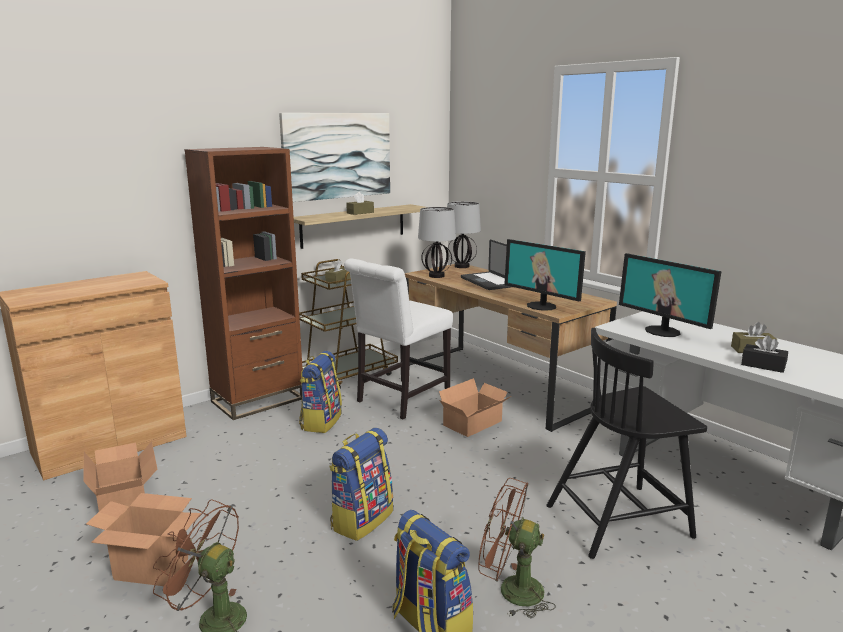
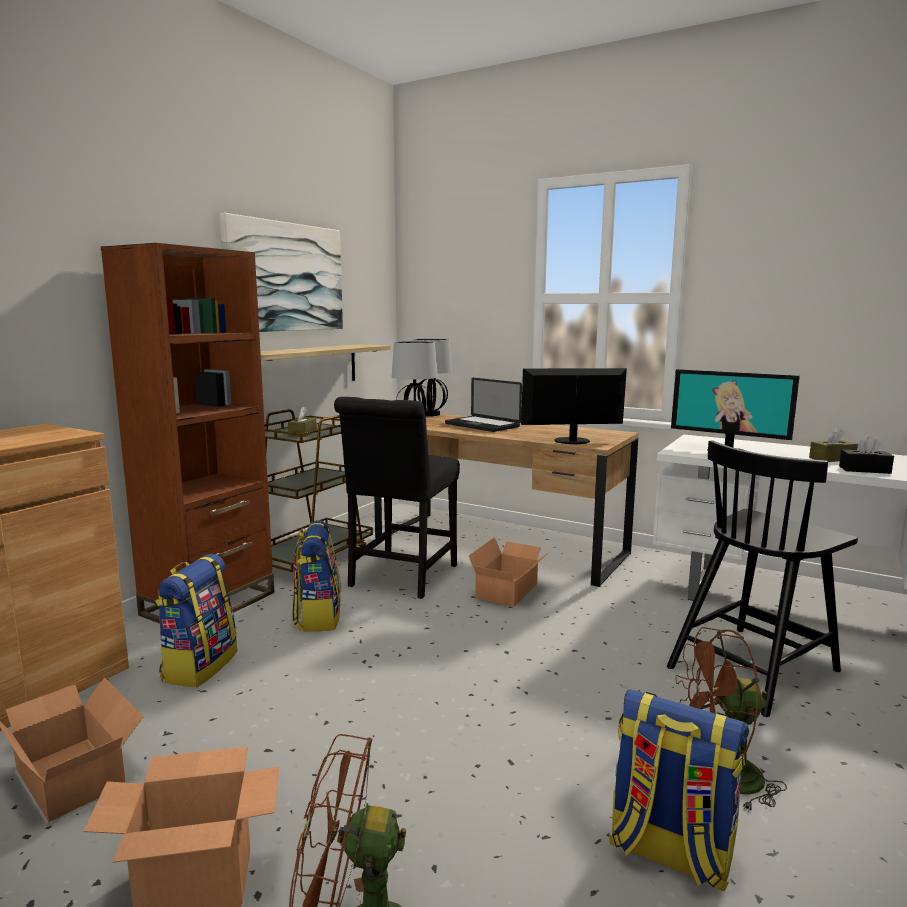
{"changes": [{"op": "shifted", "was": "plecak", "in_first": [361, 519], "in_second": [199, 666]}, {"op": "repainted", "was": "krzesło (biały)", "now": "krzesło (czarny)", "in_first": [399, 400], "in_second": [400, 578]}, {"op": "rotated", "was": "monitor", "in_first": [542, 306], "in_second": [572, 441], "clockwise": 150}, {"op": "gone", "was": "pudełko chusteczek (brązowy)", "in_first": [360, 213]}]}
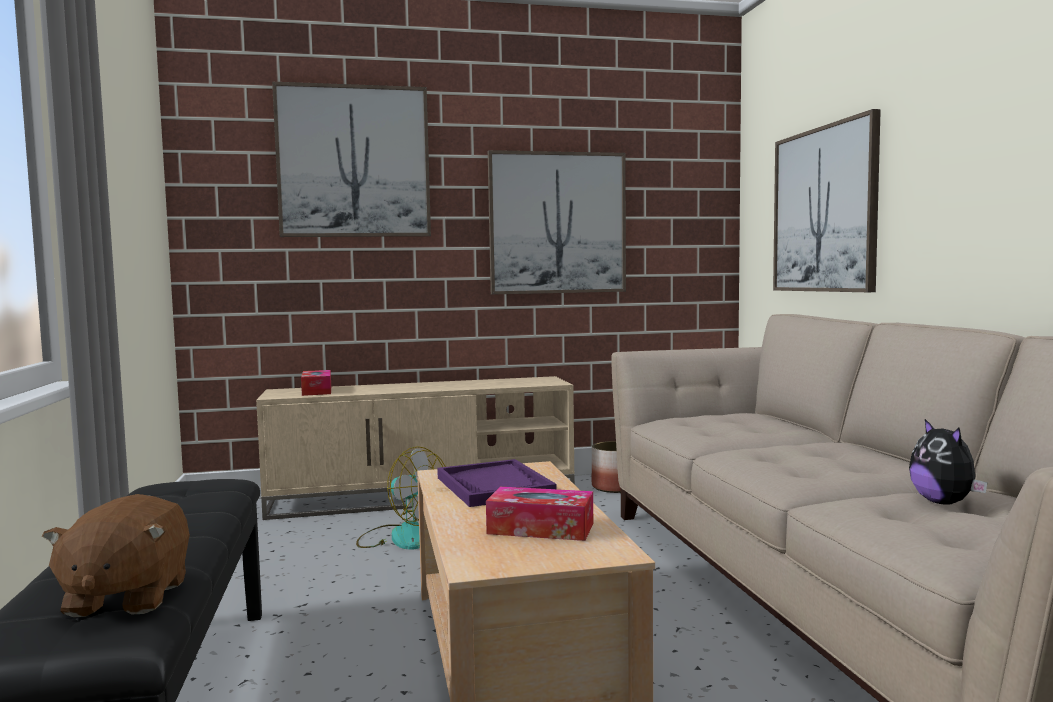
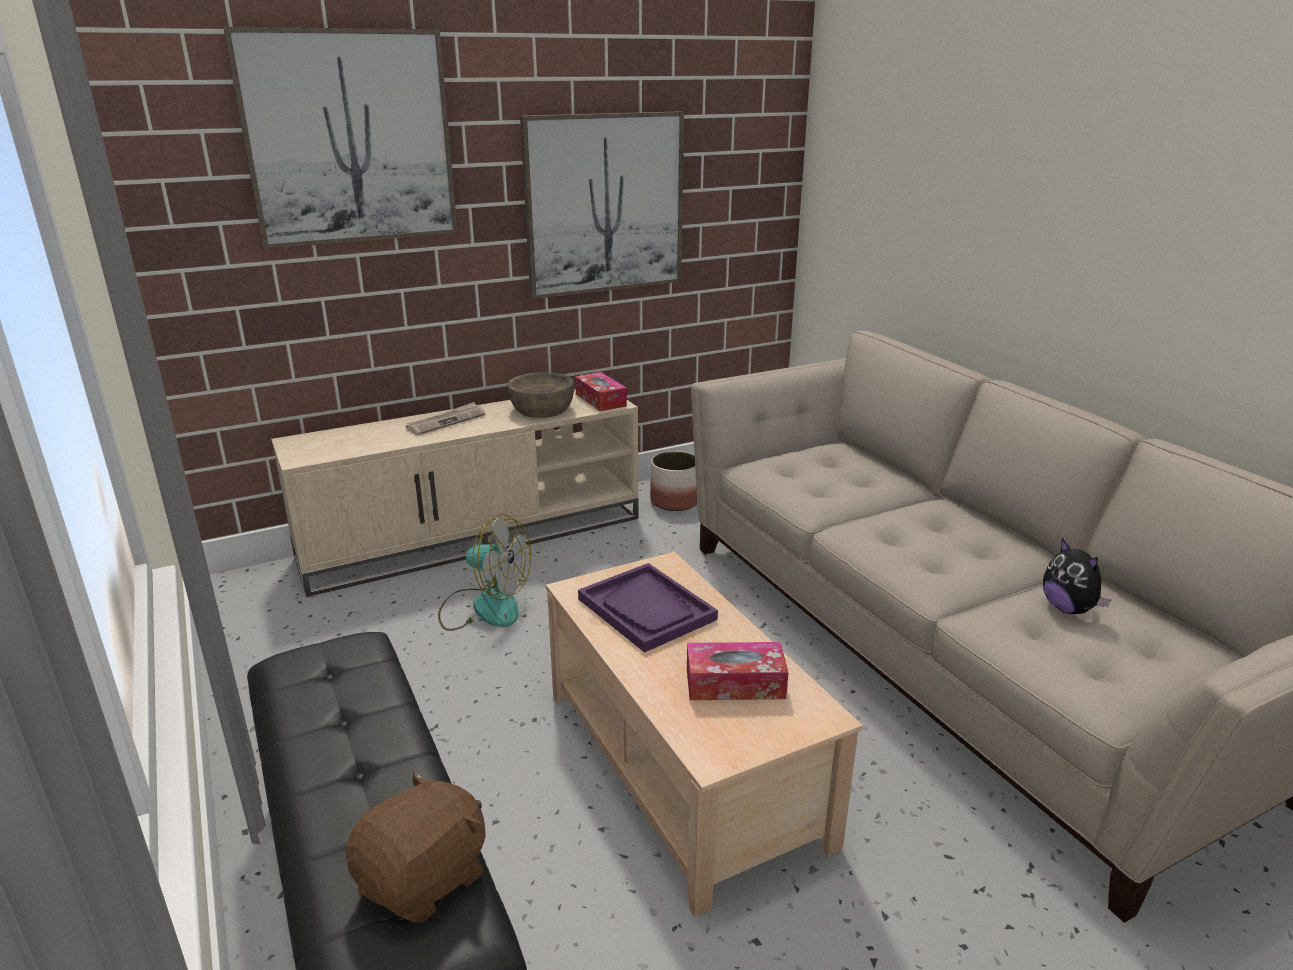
{"changes": [{"op": "rotated", "was": "pluszak (brązowy)", "in_first": [126, 598], "in_second": [425, 879], "clockwise": -120}, {"op": "new", "now": "gazeta", "in_second": [446, 421]}, {"op": "new", "now": "miska (brązowy)", "in_second": [542, 409]}, {"op": "shifted", "was": "pudełko chusteczek", "in_first": [317, 391], "in_second": [600, 400]}, {"op": "gone", "was": "obraz", "in_first": [824, 210]}]}
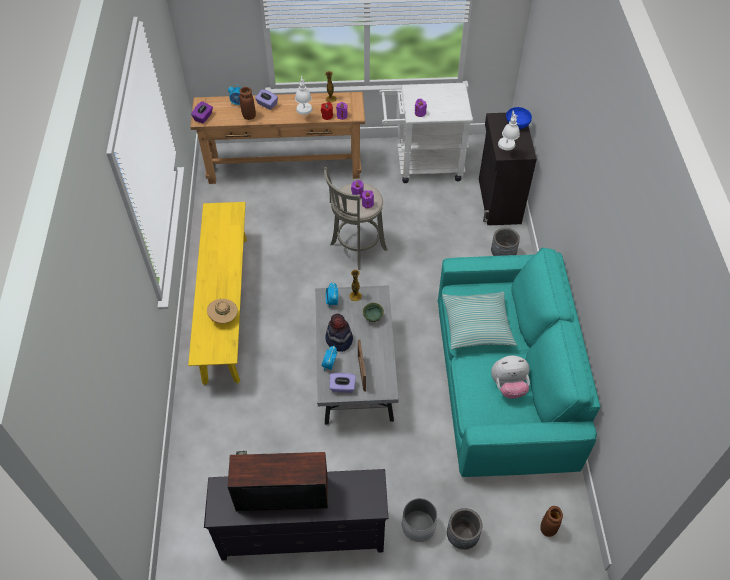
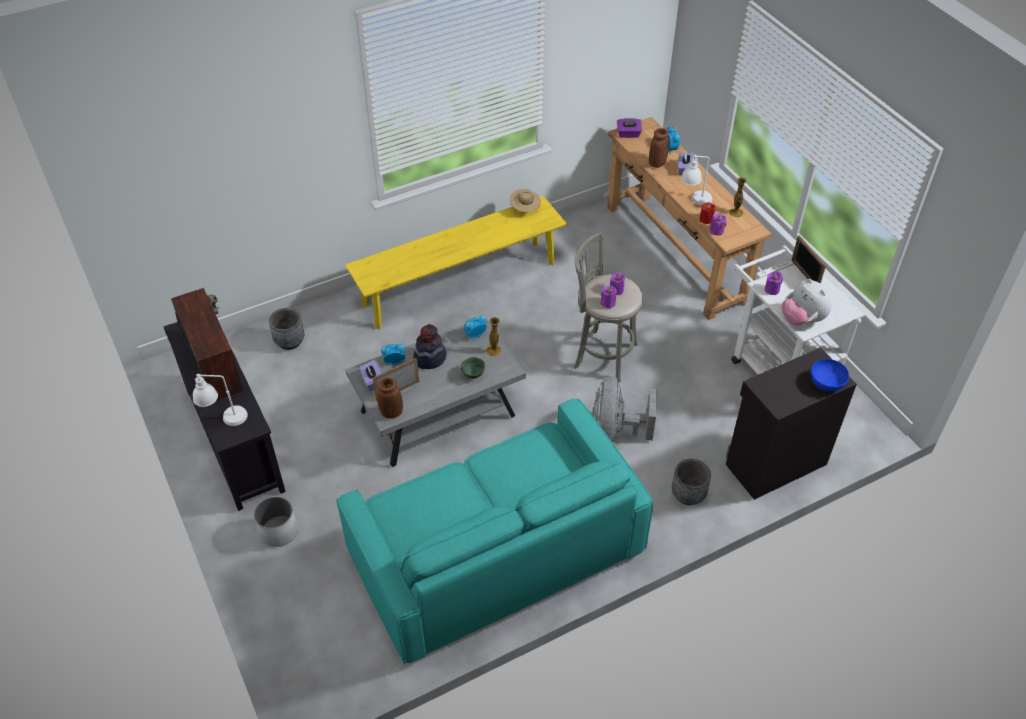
{"changes": [{"op": "shifted", "was": "lampa stołowa (biały)", "in_first": [507, 149], "in_second": [224, 419]}, {"op": "shifted", "was": "donica (szary)", "in_first": [462, 536], "in_second": [290, 342]}, {"op": "shifted", "was": "wazon (brązowy)", "in_first": [548, 528], "in_second": [391, 412]}, {"op": "shifted", "was": "kapelusz (beżowy)", "in_first": [224, 317], "in_second": [525, 210]}, {"op": "new", "now": "wentylator (szary)", "in_second": [615, 434]}, {"op": "shifted", "was": "pluszak", "in_first": [508, 386], "in_second": [802, 319]}, {"op": "new", "now": "ramka na zdjęcie", "in_second": [804, 274]}, {"op": "gone", "was": "poduszka", "in_first": [477, 325]}]}
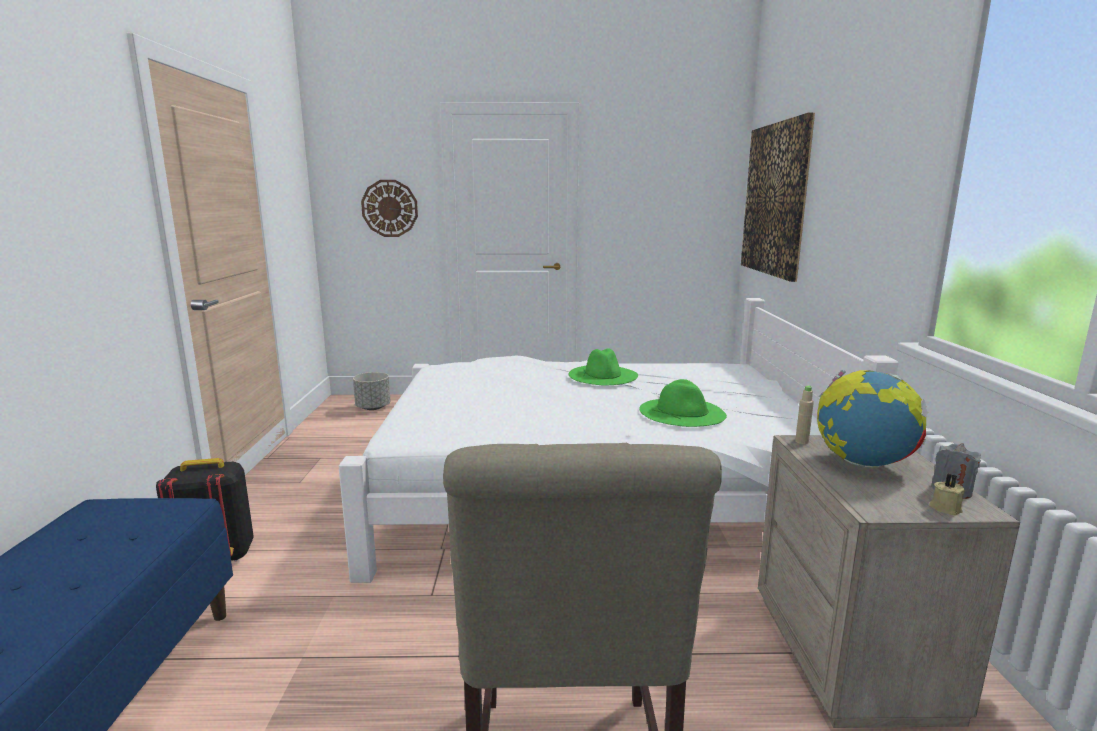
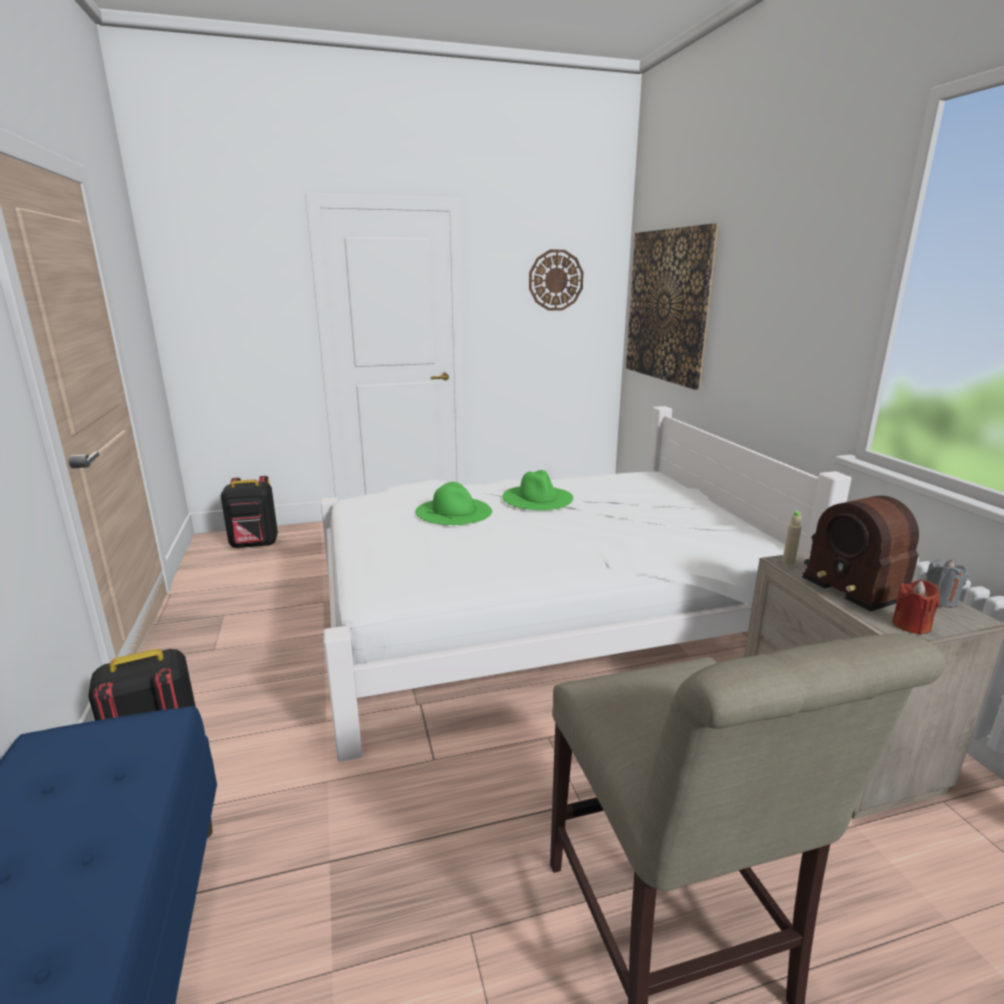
{"changes": [{"op": "swapped", "was": "donica (szary)", "now": "plecak (czarny)", "in_first": [373, 407], "in_second": [255, 545]}, {"op": "shifted", "was": "kapelusz (zielony)", "in_first": [682, 412], "in_second": [454, 511]}, {"op": "shifted", "was": "zegar ścienny", "in_first": [389, 208], "in_second": [555, 280]}, {"op": "swapped", "was": "globus", "now": "radio", "in_first": [863, 463], "in_second": [854, 580]}, {"op": "new", "now": "świeca (czerwony)", "in_second": [911, 625]}, {"op": "gone", "was": "świeca (beżowy)", "in_first": [945, 508]}]}
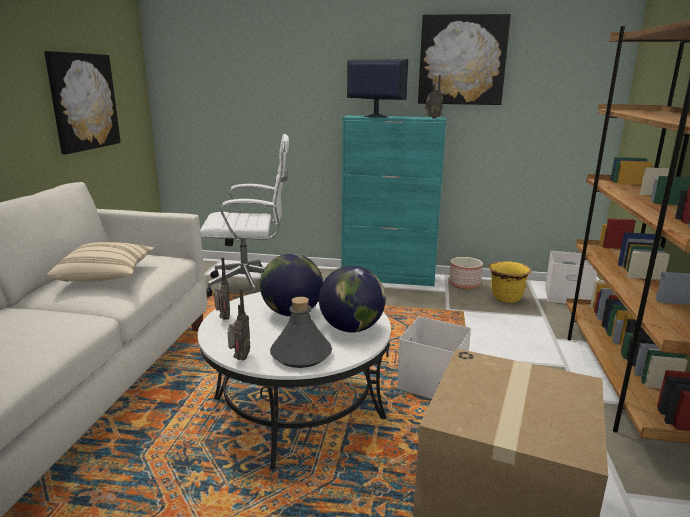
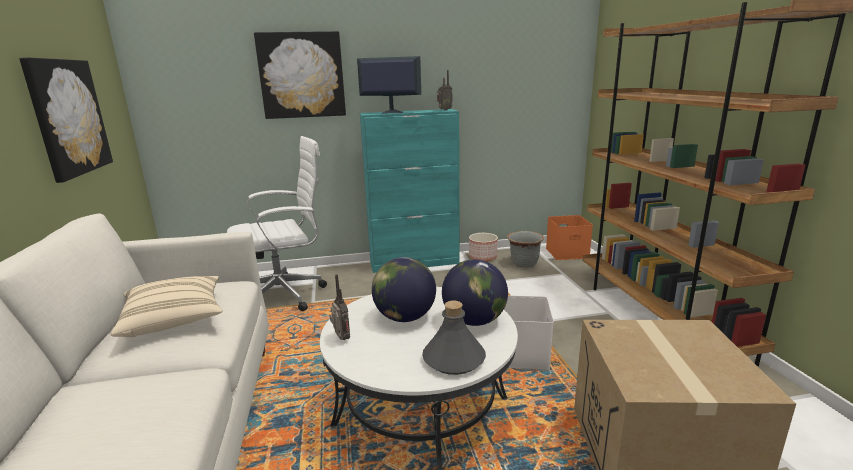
{"changes": [{"op": "shifted", "was": "obraz", "in_first": [462, 60], "in_second": [302, 75]}, {"op": "repainted", "was": "donica (żółty)", "now": "donica (szary)", "in_first": [506, 298], "in_second": [524, 263]}, {"op": "repainted", "was": "pojemnik do przechowywania (biały)", "now": "pojemnik do przechowywania (pomarańczowy)", "in_first": [568, 295], "in_second": [567, 252]}, {"op": "gone", "was": "radio", "in_first": [239, 359]}]}
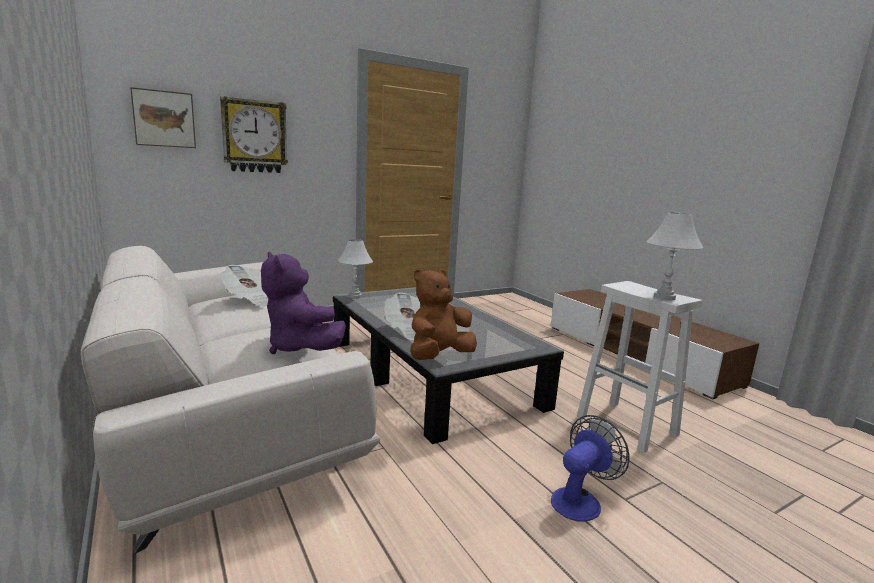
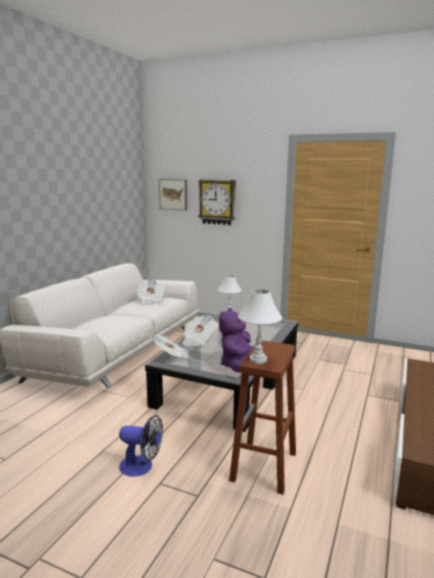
{"changes": [{"op": "swapped", "was": "pluszak (brązowy)", "now": "gazeta", "in_first": [439, 356], "in_second": [171, 357]}, {"op": "shifted", "was": "pluszak (fioletowy)", "in_first": [300, 348], "in_second": [238, 366]}, {"op": "repainted", "was": "stołek (biały)", "now": "stołek (brązowy)", "in_first": [628, 426], "in_second": [264, 467]}]}
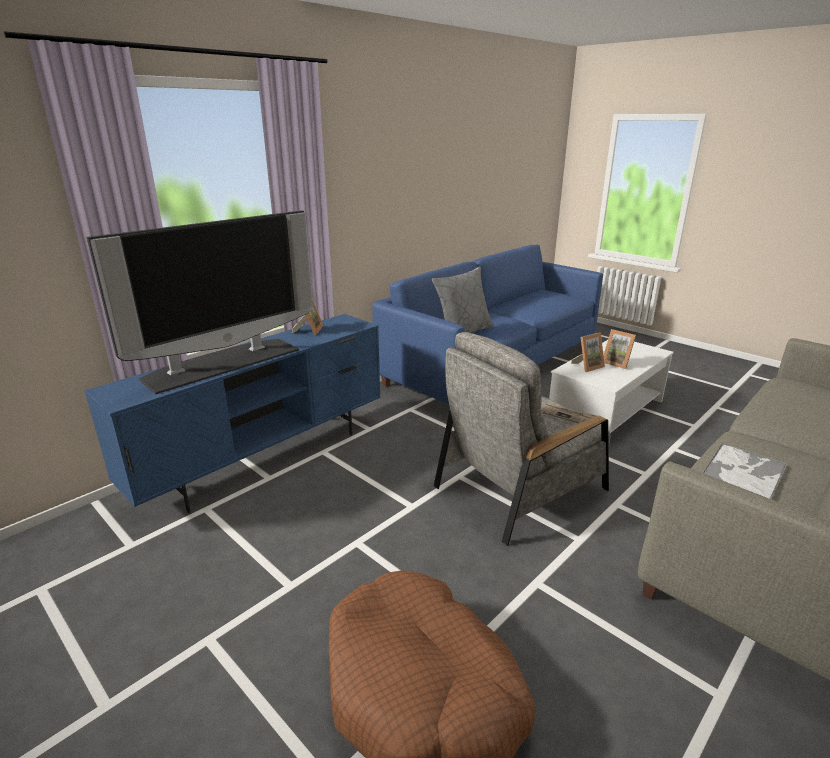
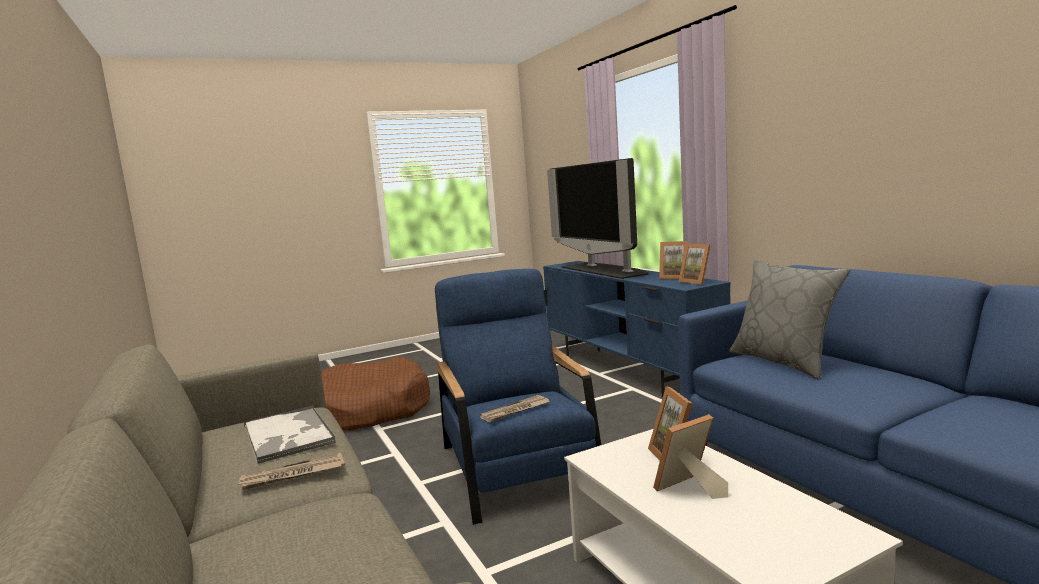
{"changes": [{"op": "new", "now": "gazeta", "in_second": [293, 475]}, {"op": "repainted", "was": "fotel (szary)", "now": "fotel (niebieski)", "in_first": [520, 487], "in_second": [519, 469]}, {"op": "new", "now": "ramka na zdjęcie", "in_second": [697, 282]}]}
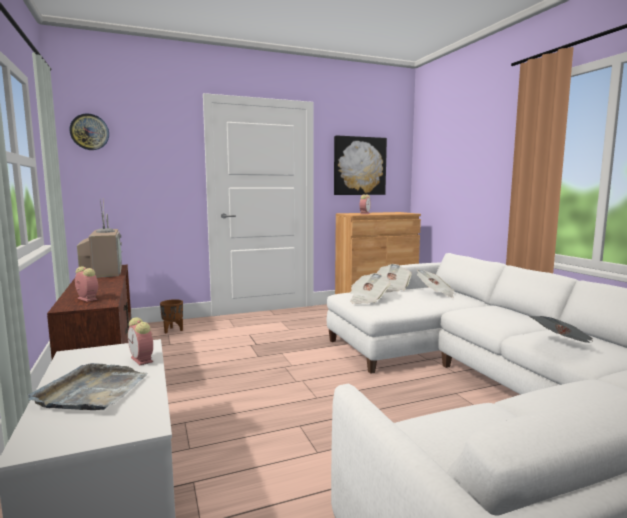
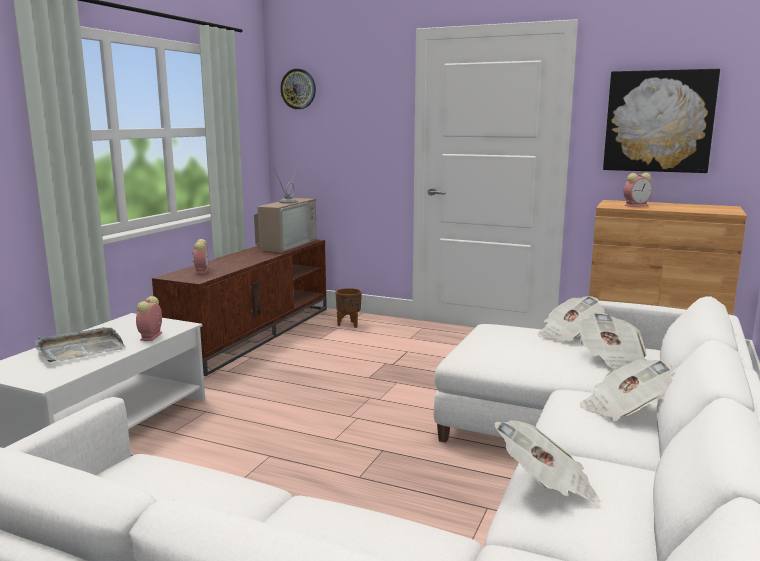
{"changes": [{"op": "shifted", "was": "gazeta", "in_first": [367, 300], "in_second": [623, 409]}]}
